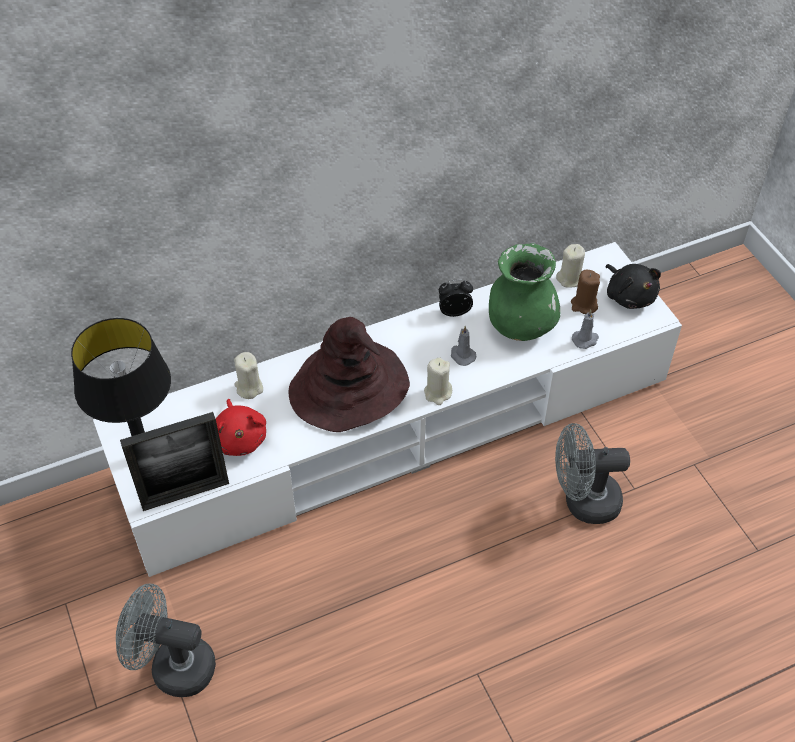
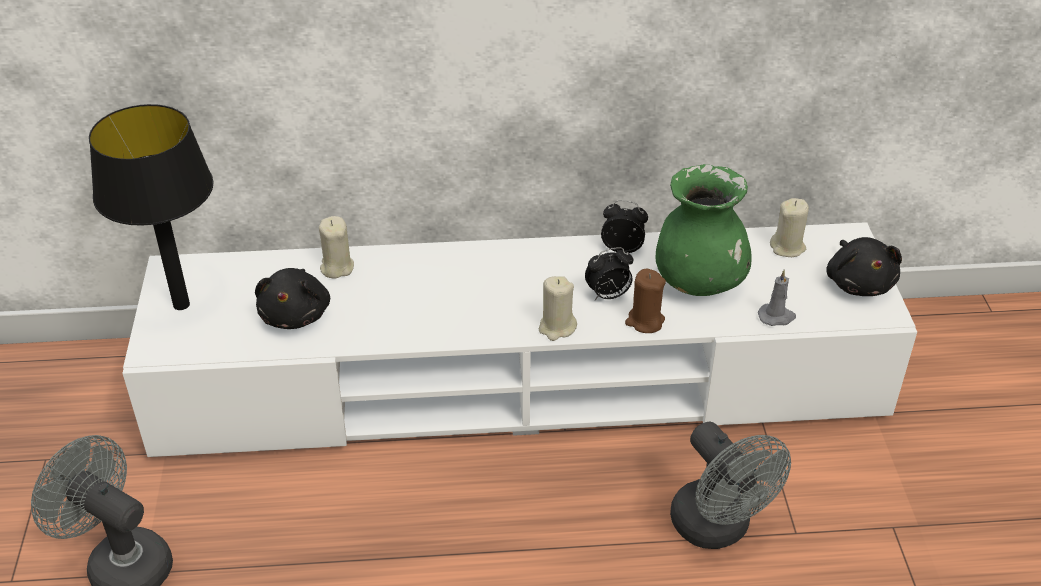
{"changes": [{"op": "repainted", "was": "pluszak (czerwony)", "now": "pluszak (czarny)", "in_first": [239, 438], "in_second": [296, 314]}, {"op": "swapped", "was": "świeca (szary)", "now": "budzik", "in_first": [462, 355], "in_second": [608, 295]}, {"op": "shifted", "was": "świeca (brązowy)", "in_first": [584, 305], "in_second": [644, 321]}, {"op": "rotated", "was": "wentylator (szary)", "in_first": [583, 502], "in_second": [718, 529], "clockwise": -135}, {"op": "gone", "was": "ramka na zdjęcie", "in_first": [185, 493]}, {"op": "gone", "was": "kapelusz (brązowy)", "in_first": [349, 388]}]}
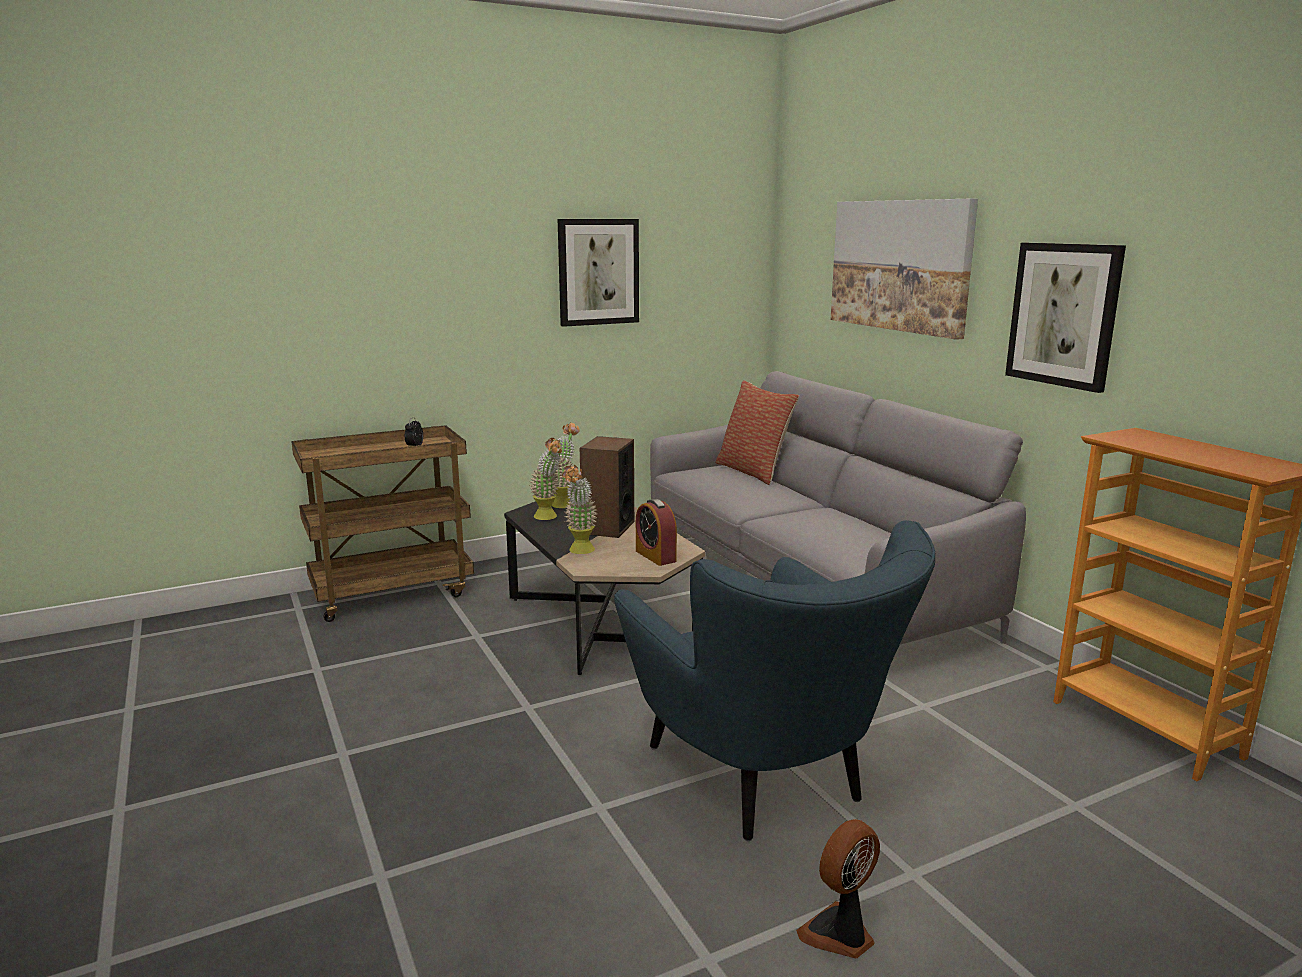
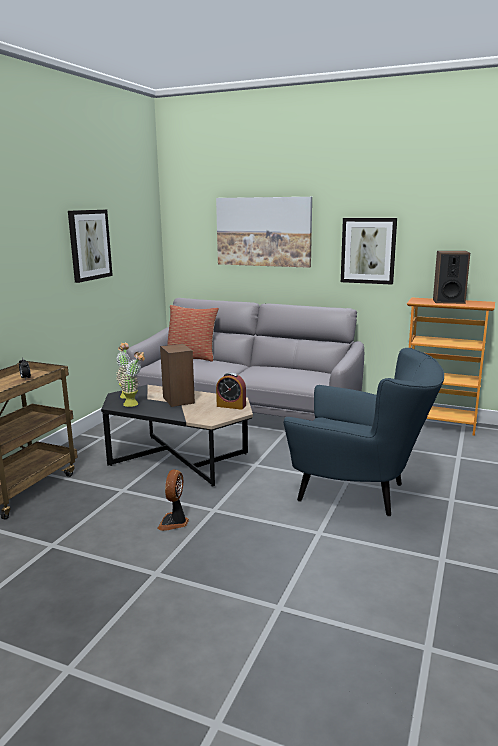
{"changes": [{"op": "shifted", "was": "wentylator", "in_first": [840, 934], "in_second": [174, 522]}, {"op": "new", "now": "głośnik", "in_second": [448, 301]}, {"op": "gone", "was": "roślina doniczkowa", "in_first": [580, 552]}]}
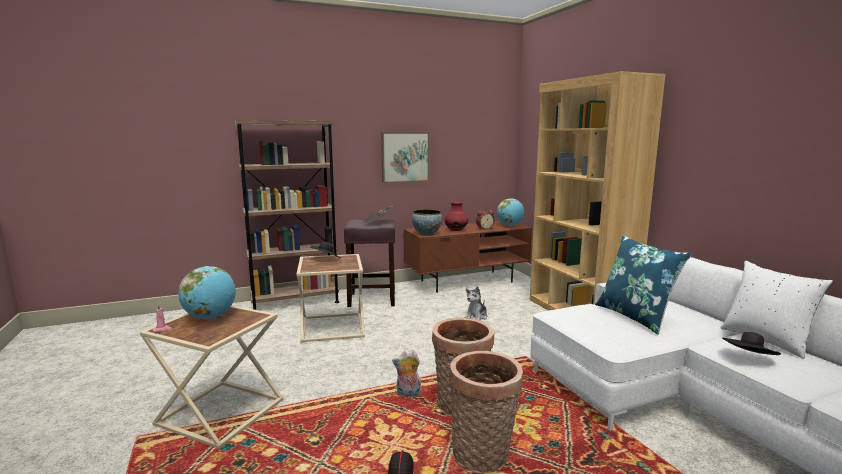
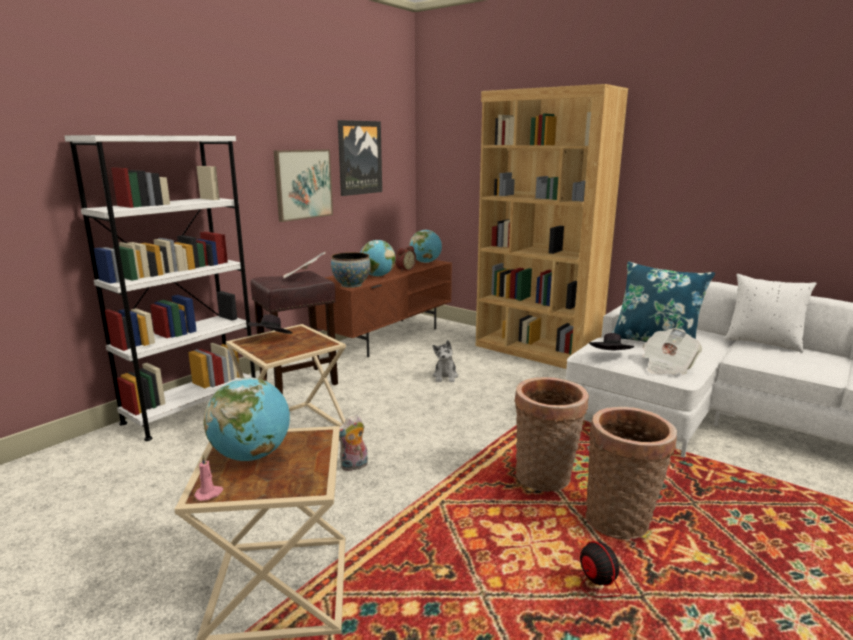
{"changes": [{"op": "repainted", "was": "regał (brązowy)", "now": "regał (biały)", "in_first": [295, 302], "in_second": [192, 409]}, {"op": "new", "now": "obraz", "in_second": [359, 158]}, {"op": "shifted", "was": "pluszak", "in_first": [408, 394], "in_second": [354, 466]}, {"op": "swapped", "was": "wazon (czerwony)", "now": "globus", "in_first": [456, 230], "in_second": [377, 276]}, {"op": "shifted", "was": "kapelusz (czarny)", "in_first": [749, 359], "in_second": [610, 356]}, {"op": "new", "now": "gazeta", "in_second": [667, 366]}]}
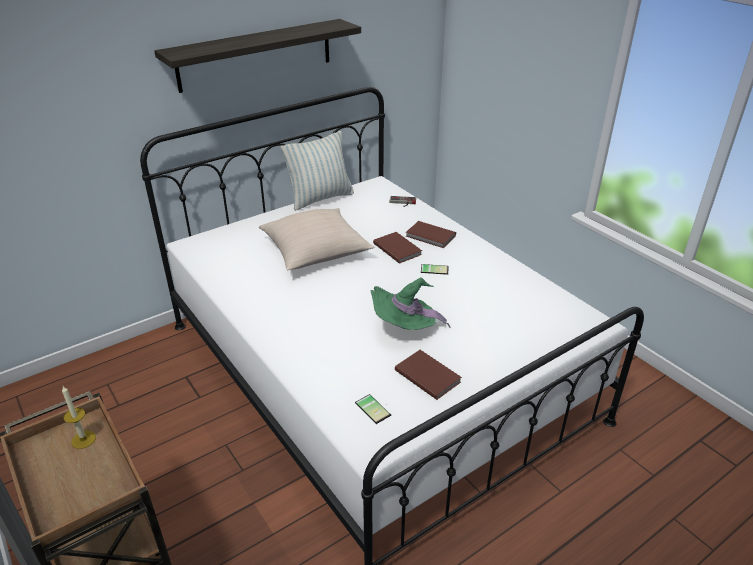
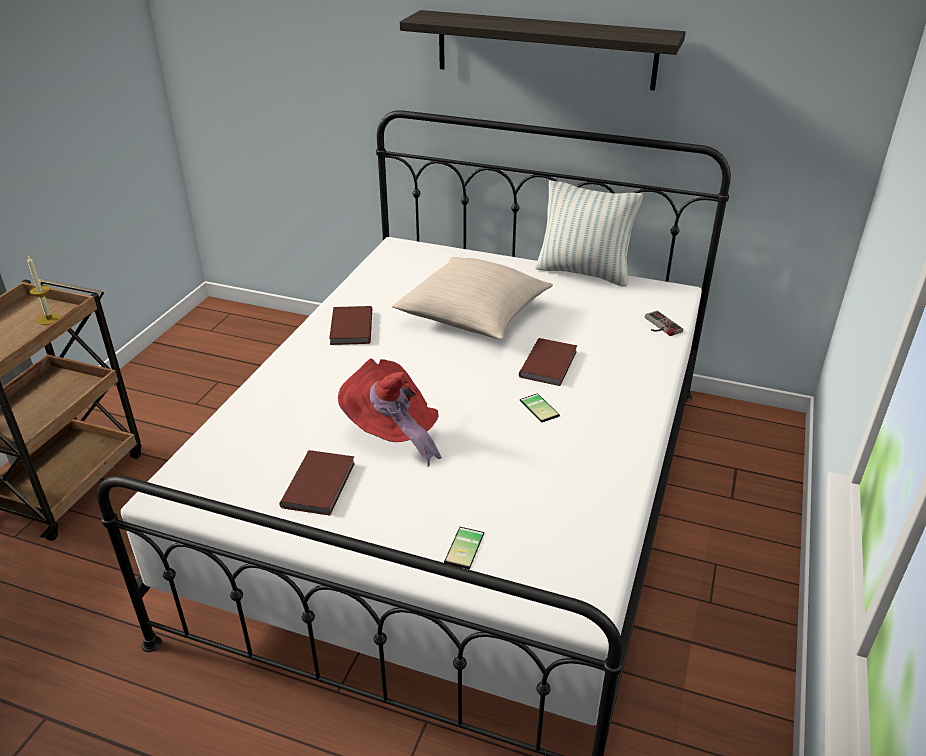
{"changes": [{"op": "shifted", "was": "książka (brązowy)", "in_first": [430, 236], "in_second": [350, 328]}, {"op": "repainted", "was": "kapelusz (zielony)", "now": "kapelusz (czerwony)", "in_first": [405, 328], "in_second": [393, 433]}, {"op": "shifted", "was": "telefon", "in_first": [374, 408], "in_second": [467, 548]}]}
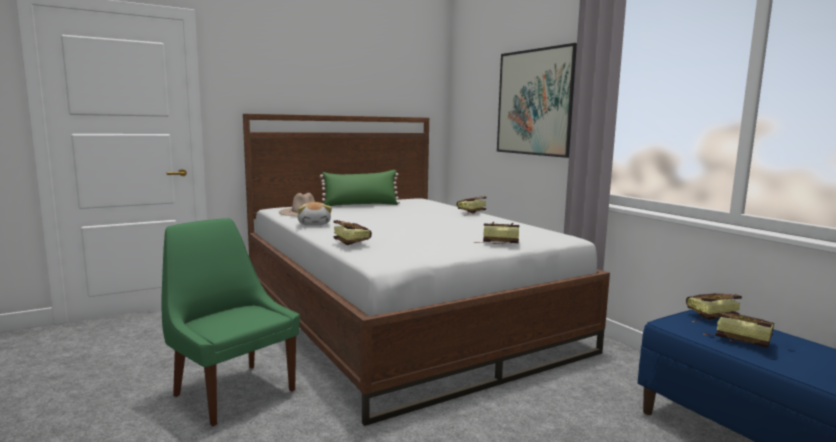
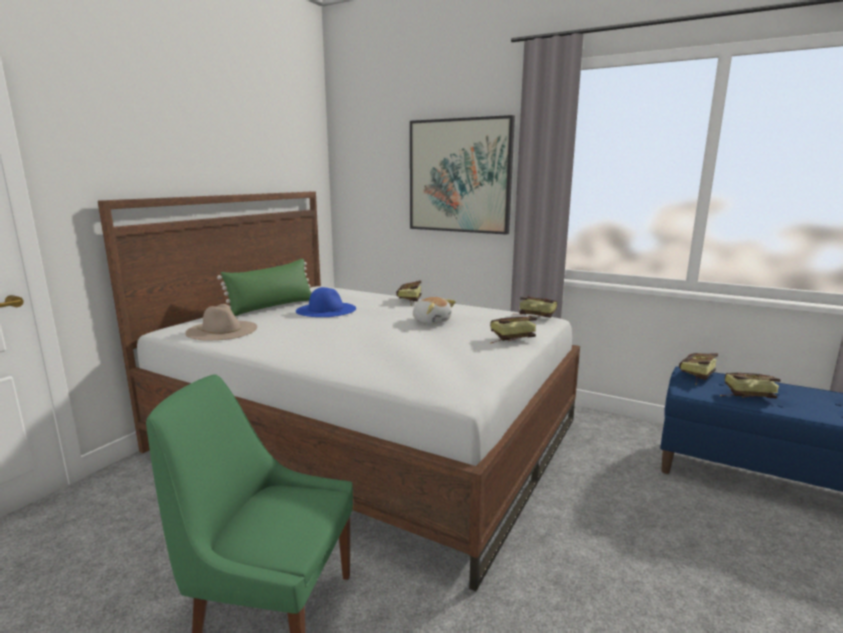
{"changes": [{"op": "new", "now": "kapelusz (niebieski)", "in_second": [326, 309]}, {"op": "shifted", "was": "pluszak", "in_first": [314, 224], "in_second": [431, 321]}, {"op": "shifted", "was": "książka", "in_first": [349, 243], "in_second": [533, 315]}]}
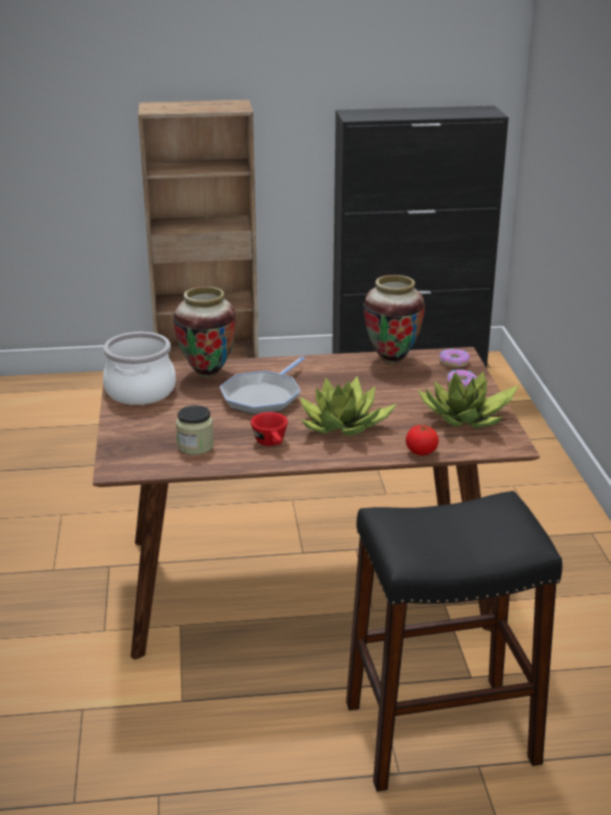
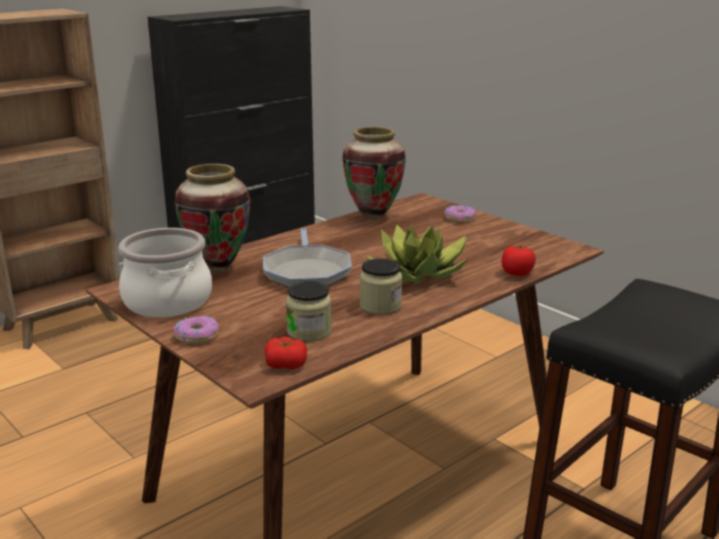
{"changes": [{"op": "shifted", "was": "donut", "in_first": [454, 362], "in_second": [197, 336]}, {"op": "new", "now": "pomidor", "in_second": [286, 364]}, {"op": "swapped", "was": "filiżanka (czerwony)", "now": "słoik", "in_first": [272, 443], "in_second": [380, 306]}, {"op": "gone", "was": "roślina doniczkowa", "in_first": [467, 418]}]}
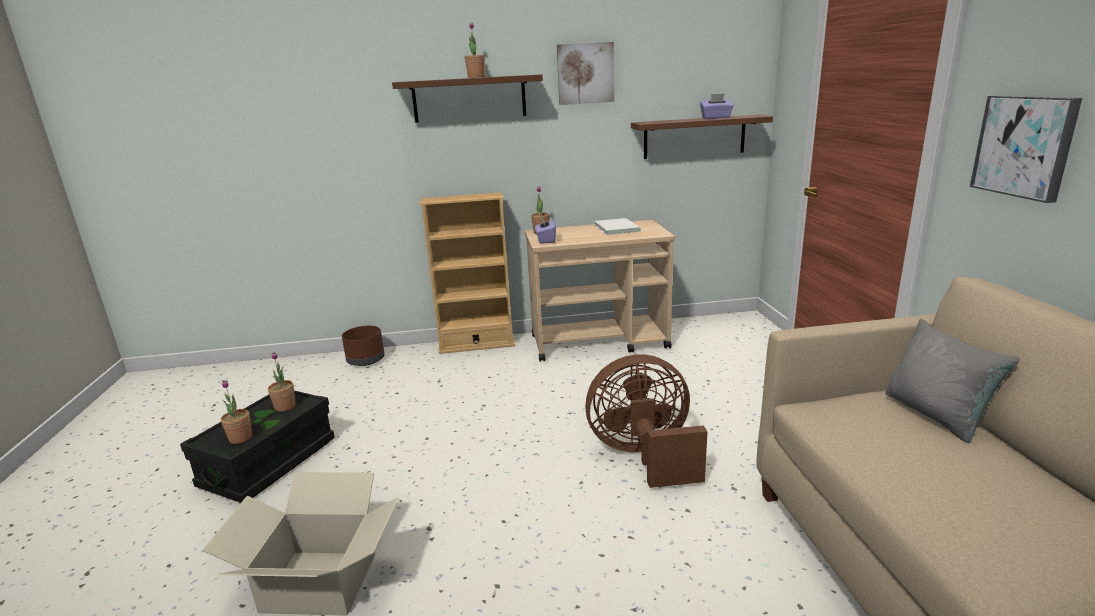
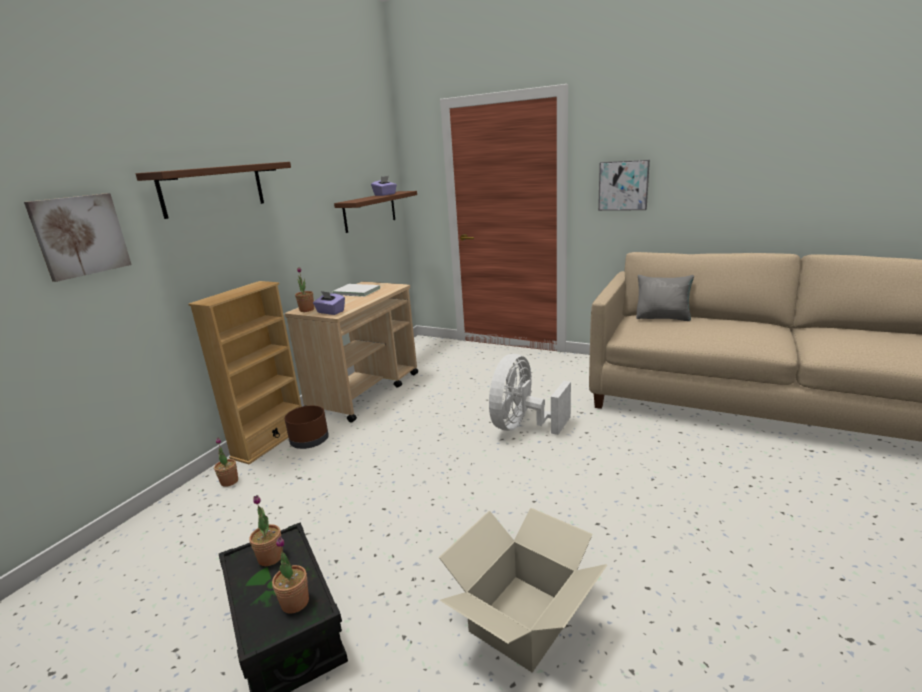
{"changes": [{"op": "shifted", "was": "obraz", "in_first": [585, 73], "in_second": [80, 235]}, {"op": "shifted", "was": "roślina doniczkowa", "in_first": [476, 77], "in_second": [229, 481]}, {"op": "shifted", "was": "donica (brązowy)", "in_first": [366, 360], "in_second": [309, 441]}, {"op": "repainted", "was": "wentylator (brązowy)", "now": "wentylator (biały)", "in_first": [644, 456], "in_second": [522, 426]}]}
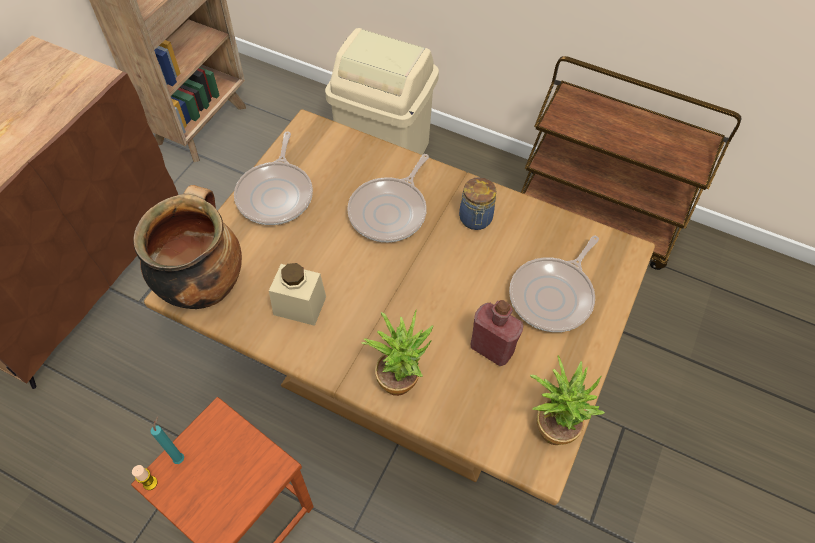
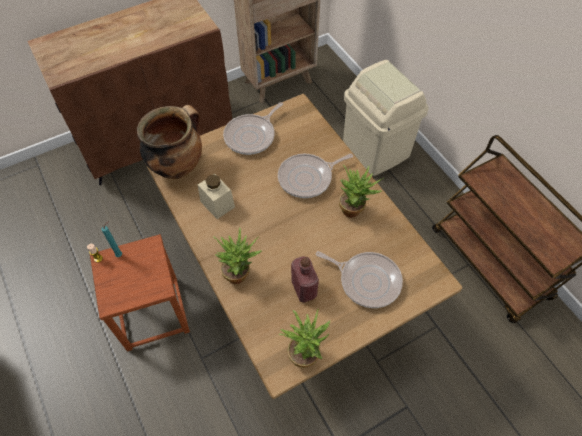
{"changes": [{"op": "rotated", "was": "patelnia", "in_first": [553, 295], "in_second": [367, 280], "clockwise": -135}, {"op": "swapped", "was": "słoik", "now": "roślina doniczkowa", "in_first": [475, 220], "in_second": [355, 209]}]}
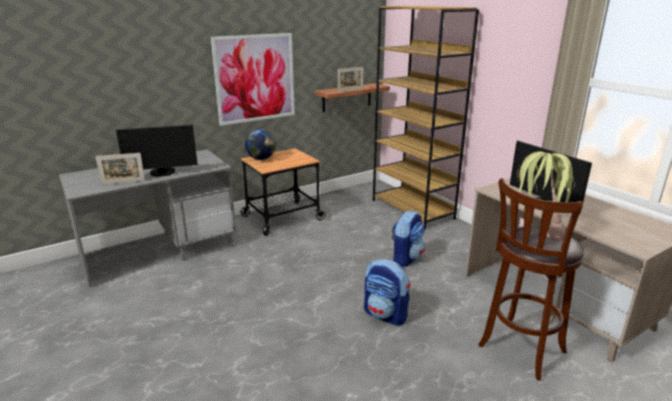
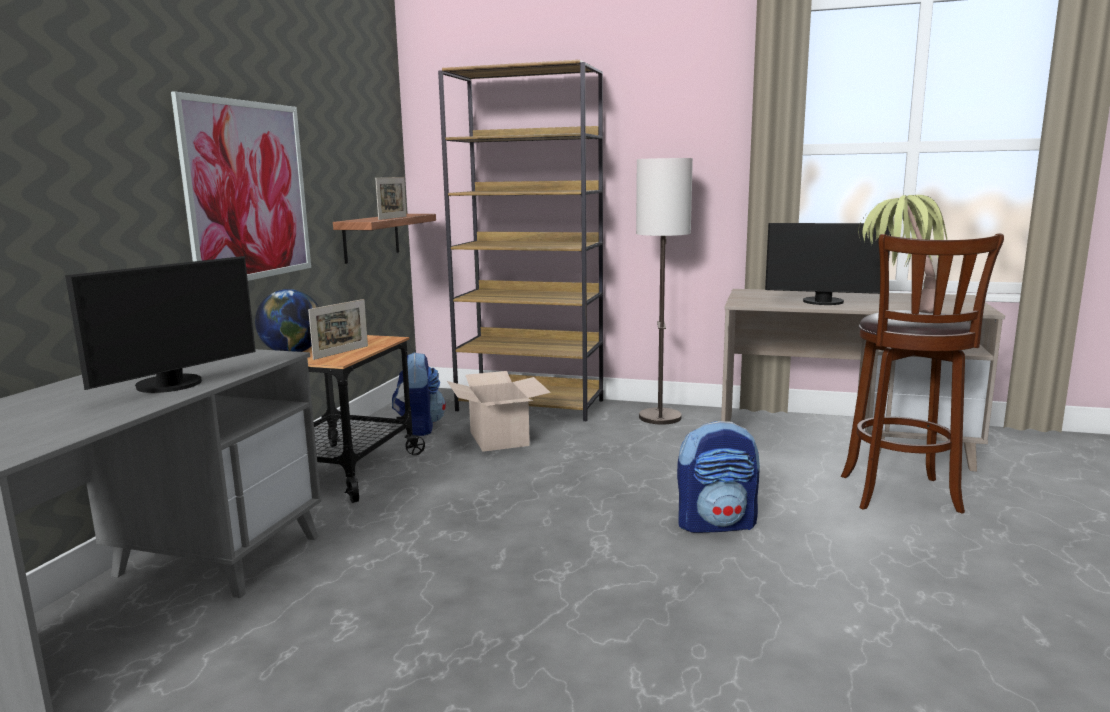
{"changes": [{"op": "shifted", "was": "ramka na zdjęcie", "in_first": [123, 182], "in_second": [341, 352]}, {"op": "shifted", "was": "plecak", "in_first": [406, 258], "in_second": [419, 427]}, {"op": "new", "now": "karton", "in_second": [498, 438]}, {"op": "new", "now": "lampa stojąca", "in_second": [659, 417]}]}
